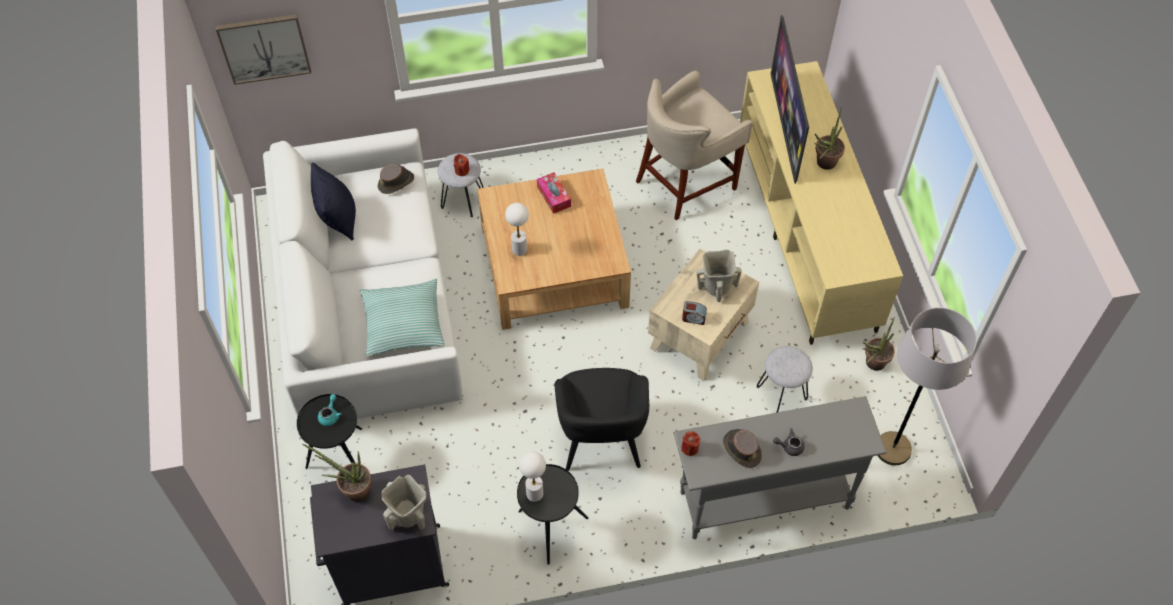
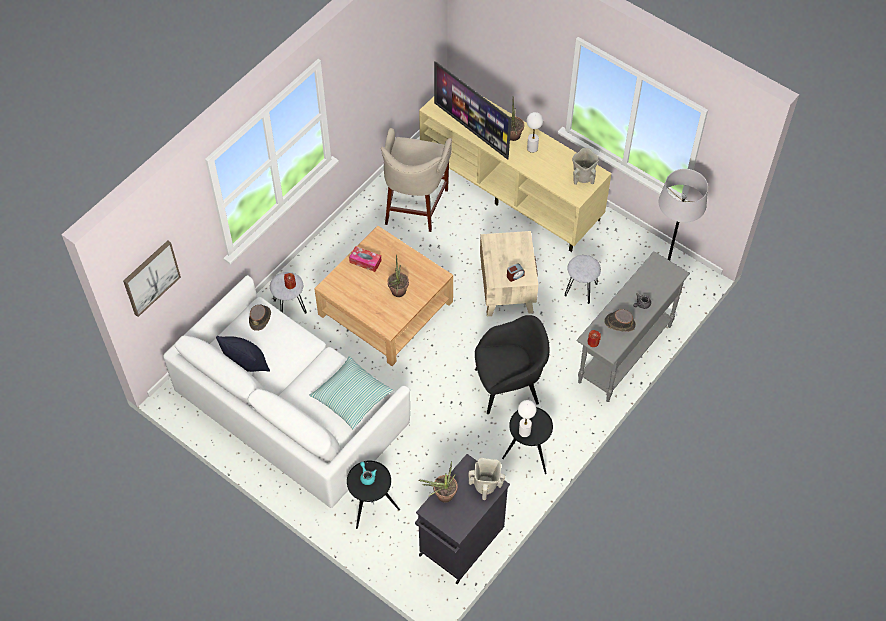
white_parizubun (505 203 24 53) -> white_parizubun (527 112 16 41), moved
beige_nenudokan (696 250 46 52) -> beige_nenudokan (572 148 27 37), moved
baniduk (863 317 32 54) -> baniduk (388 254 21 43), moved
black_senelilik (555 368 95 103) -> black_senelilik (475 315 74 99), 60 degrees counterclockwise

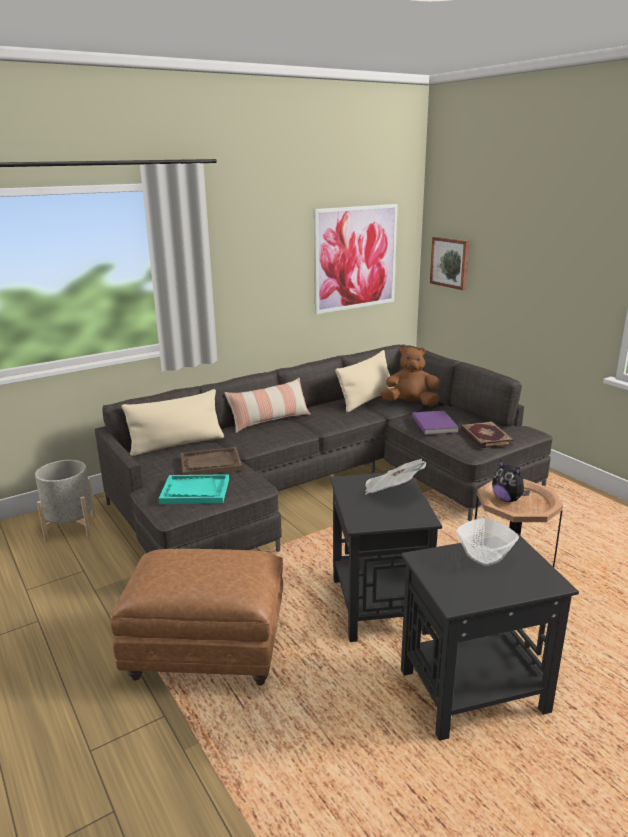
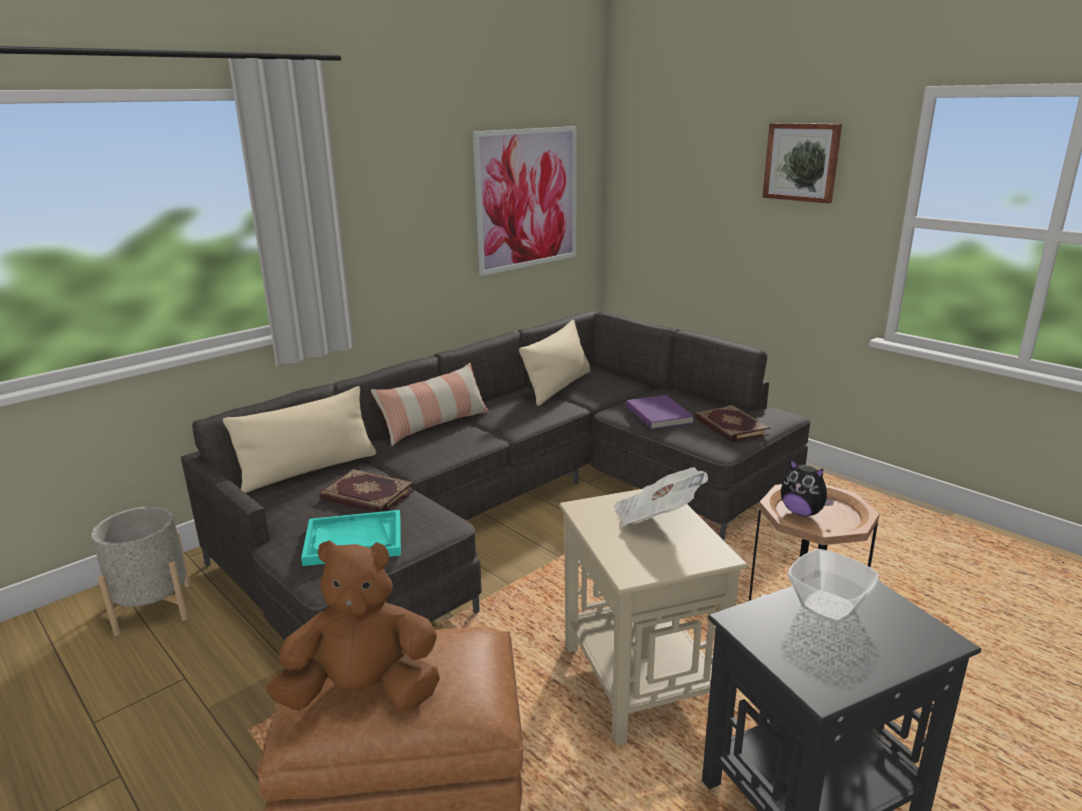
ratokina (430 237 40 53) -> ratokina (763 123 79 80), moved
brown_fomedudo (381 346 59 60) -> brown_fomedudo (266 540 174 171), moved
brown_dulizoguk (180 447 62 28) -> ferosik (320 469 94 43)
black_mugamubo (330 473 112 169) -> beige_mugamubo (559 489 188 256)

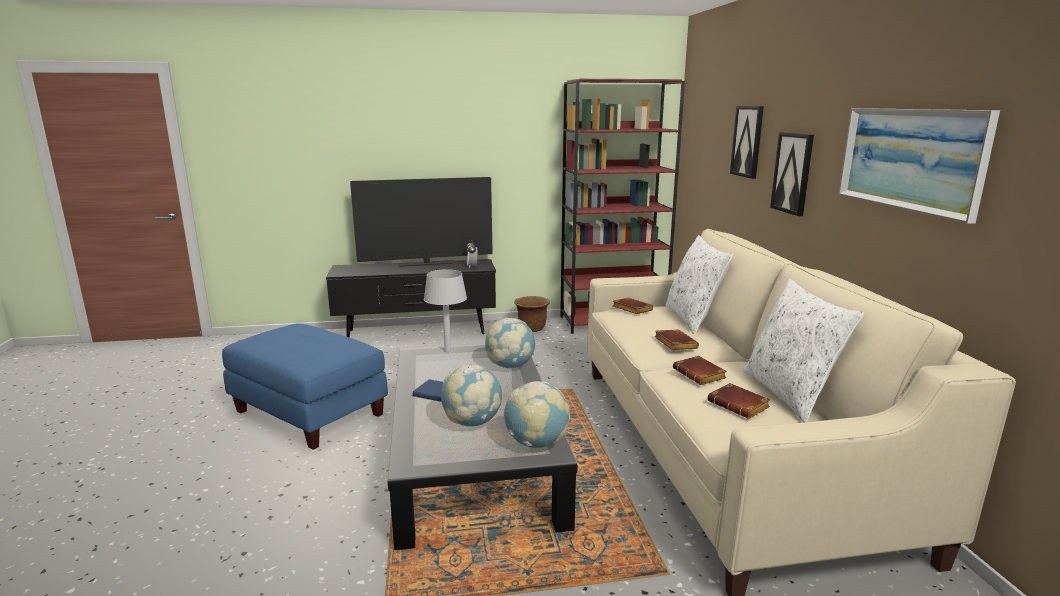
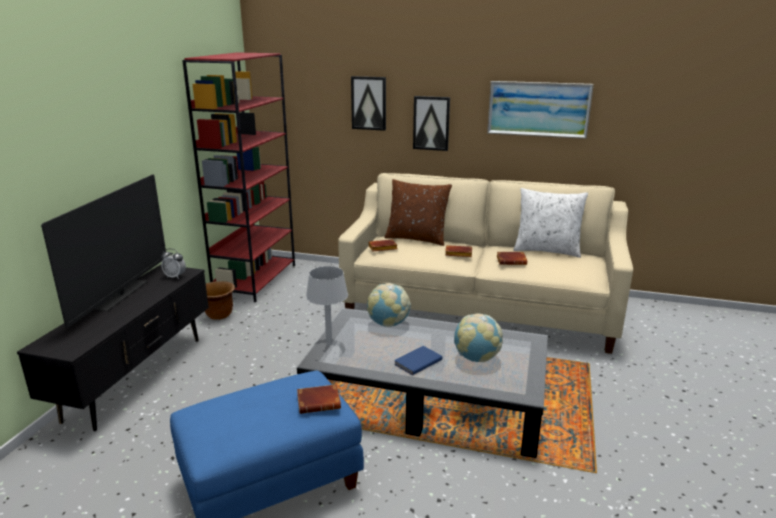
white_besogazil (665 235 68 99) -> brown_besogazil (385 179 67 67)
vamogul (504 381 66 67) -> none
brown_ferosik (708 383 63 36) -> brown_ferosik (297 384 44 30), moved

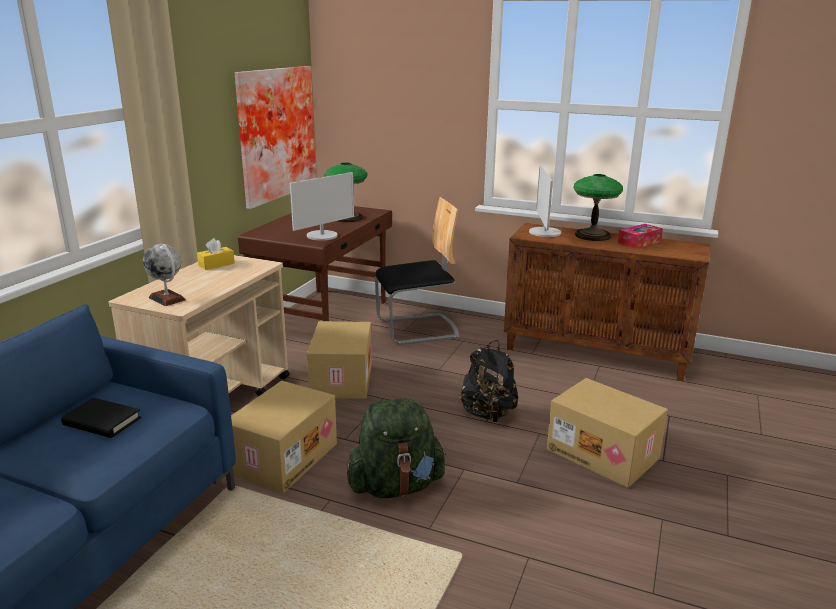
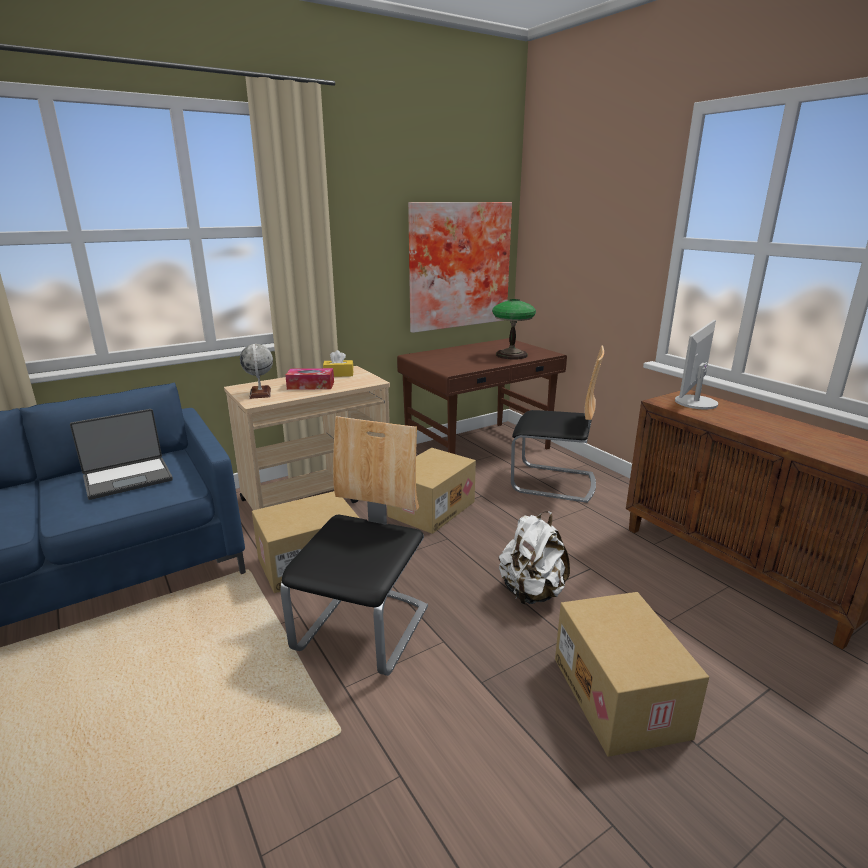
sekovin (290 172 64 69) -> none
parizubun (574 174 49 67) -> none
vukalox (617 224 46 25) -> vukalox (285 368 49 22), moved
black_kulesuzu (458 340 60 82) -> white_kulesuzu (499 511 71 94)
black_ferosik (61 398 80 40) -> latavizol (70 409 103 91)
green_kulesuzu (347 398 99 100) -> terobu (281 416 147 260)

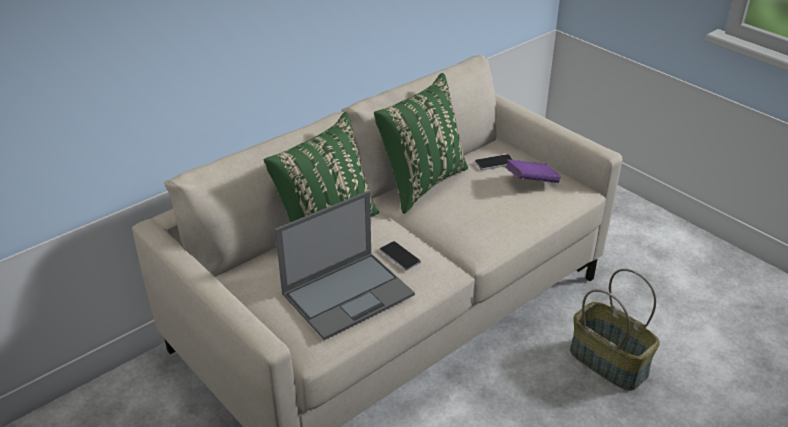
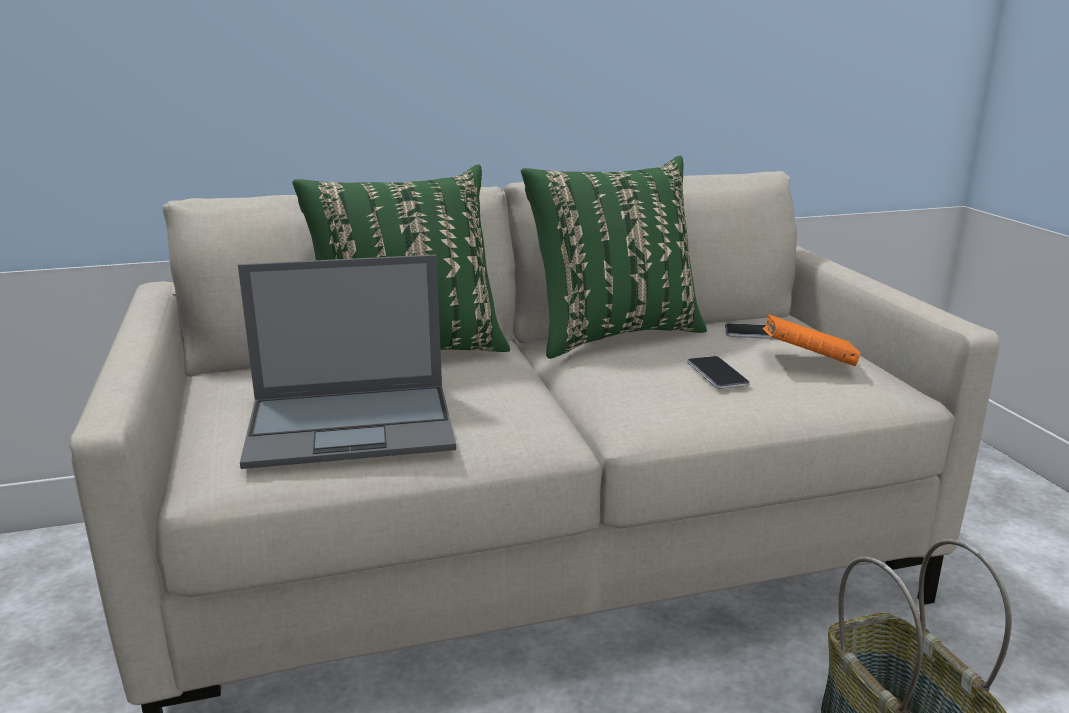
purple_ferosik (505 159 55 24) -> orange_ferosik (763 314 97 52)
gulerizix (379 241 42 30) -> gulerizix (687 356 63 33), moved

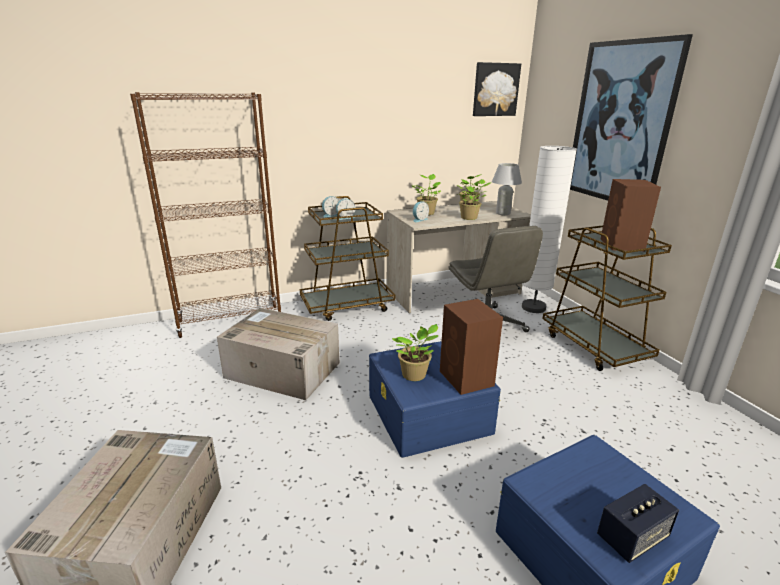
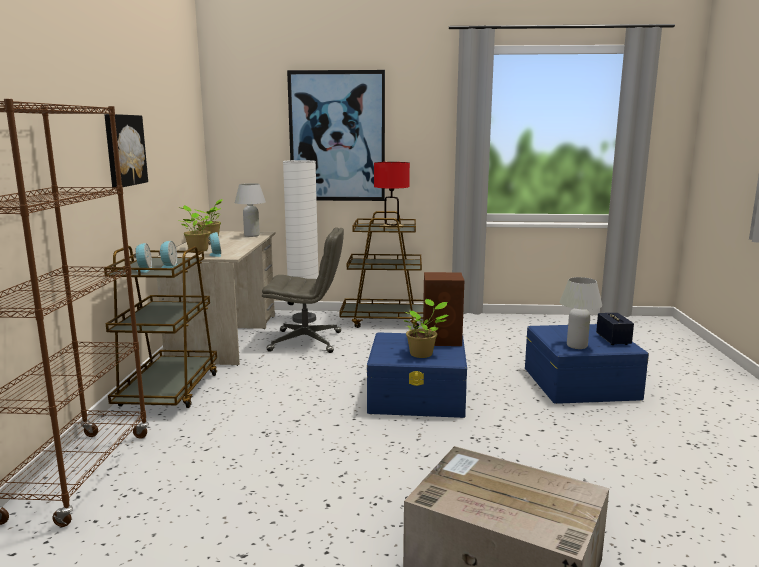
ratokina (473 62 48 54) -> ratokina (104 114 44 73), moved
baniduk (458 179 34 41) -> none
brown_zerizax (601 179 60 72) -> red_parizubun (374 162 36 67)
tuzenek (217 308 122 92) -> none
none -> white_parizubun (559 277 43 72)

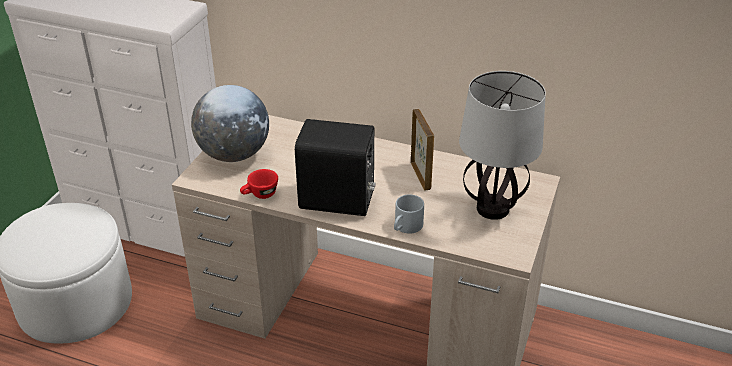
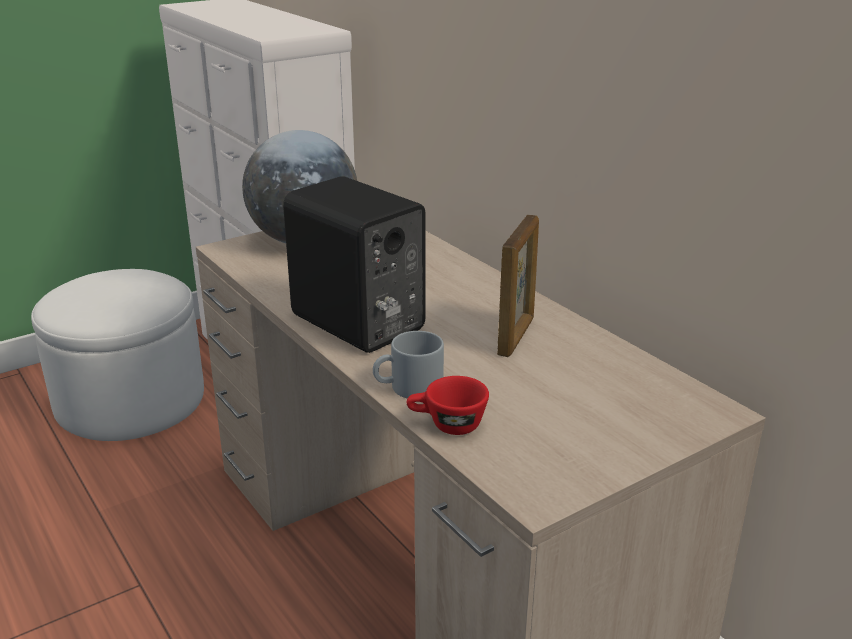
parizubun (459 71 87 149) -> none
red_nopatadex (240 169 38 30) -> red_nopatadex (407 376 82 59), moved

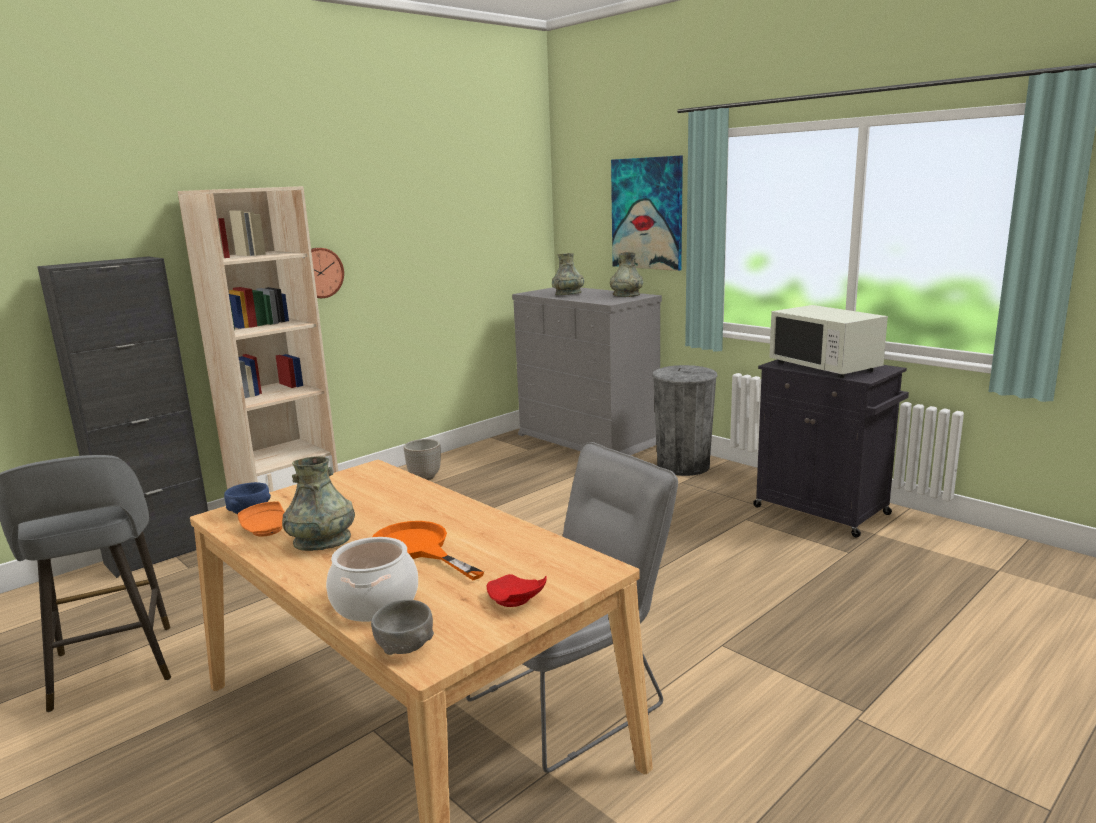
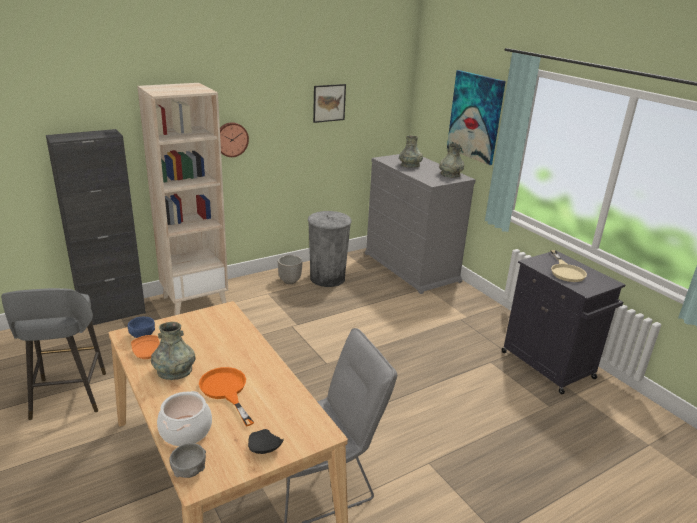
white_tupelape (769 305 119 73) -> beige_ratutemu (551 250 36 32)
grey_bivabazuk (652 365 66 111) -> grey_bivabazuk (308 211 43 76), moved
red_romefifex (487 574 60 33) -> black_romefifex (248 429 36 25)
none -> ratokina (313 84 33 39)

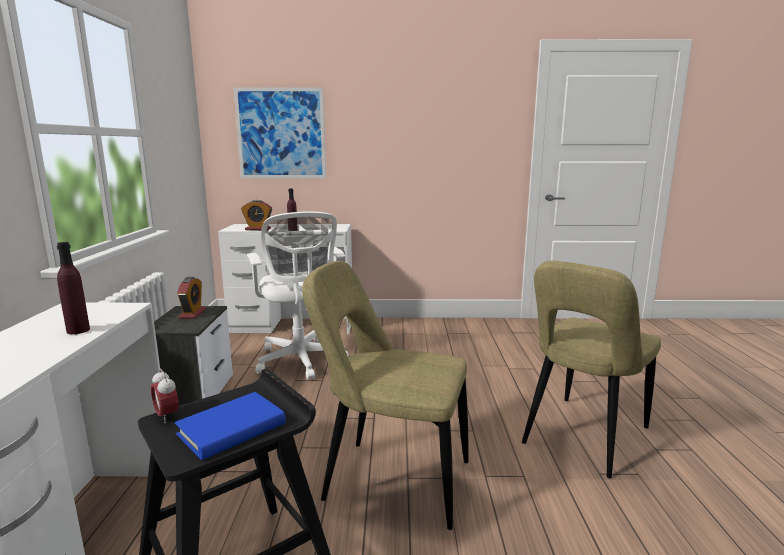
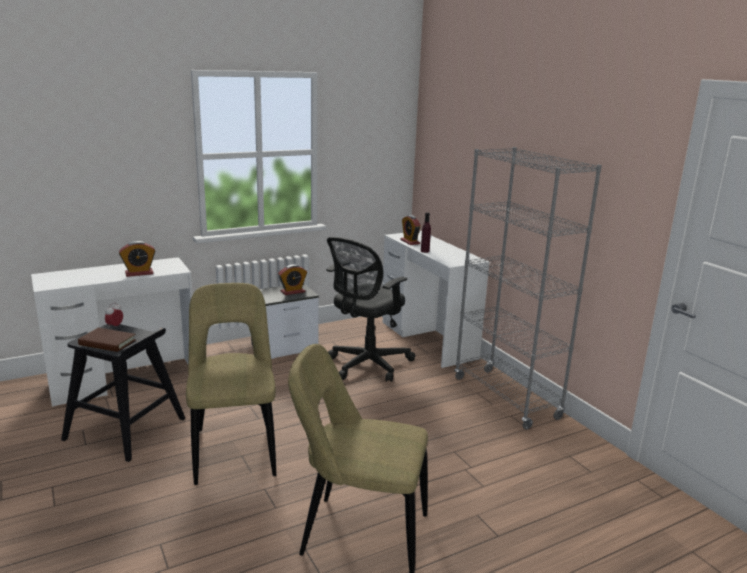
ratokina (234 87 92 91) -> none
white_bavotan (247 211 102 169) -> black_bavotan (326 237 90 145)
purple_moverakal (57 242 33 92) -> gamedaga (119 241 36 36)
blue_ferosik (175 392 111 68) -> brown_ferosik (78 328 58 24)
none -> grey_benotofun (455 147 147 283)

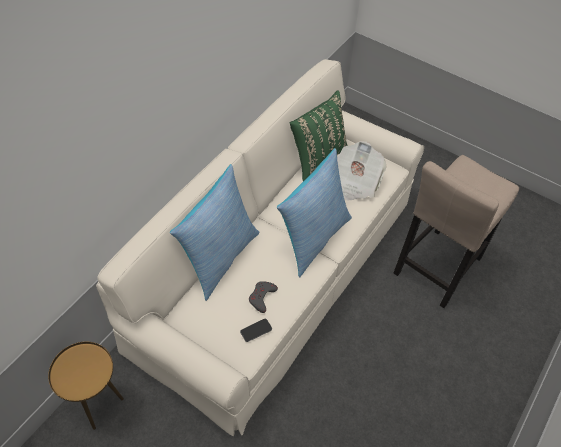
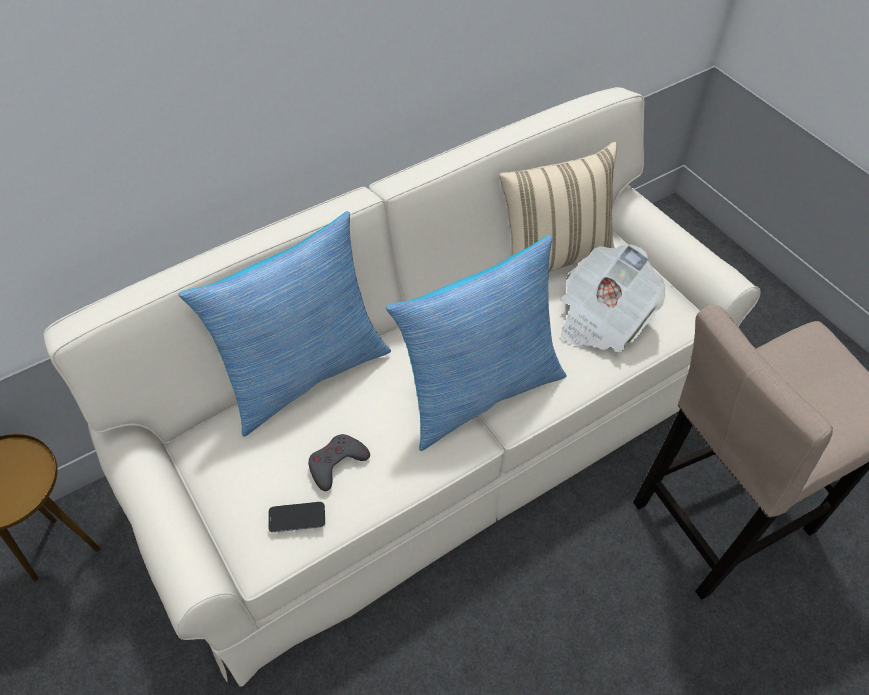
green_besogazil (290 90 58 91) -> beige_besogazil (499 142 118 130)

